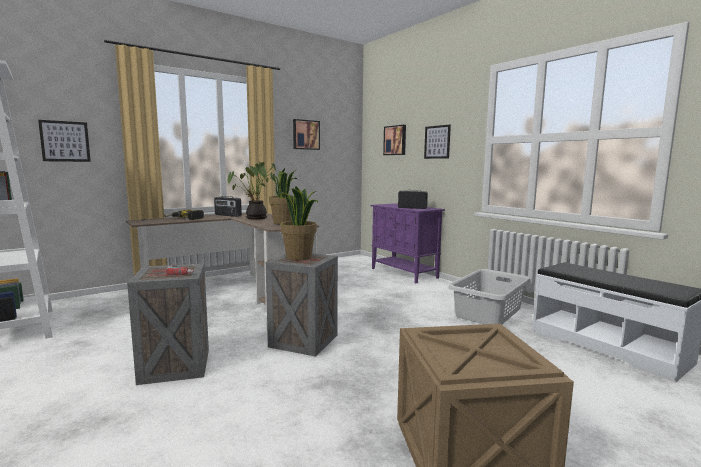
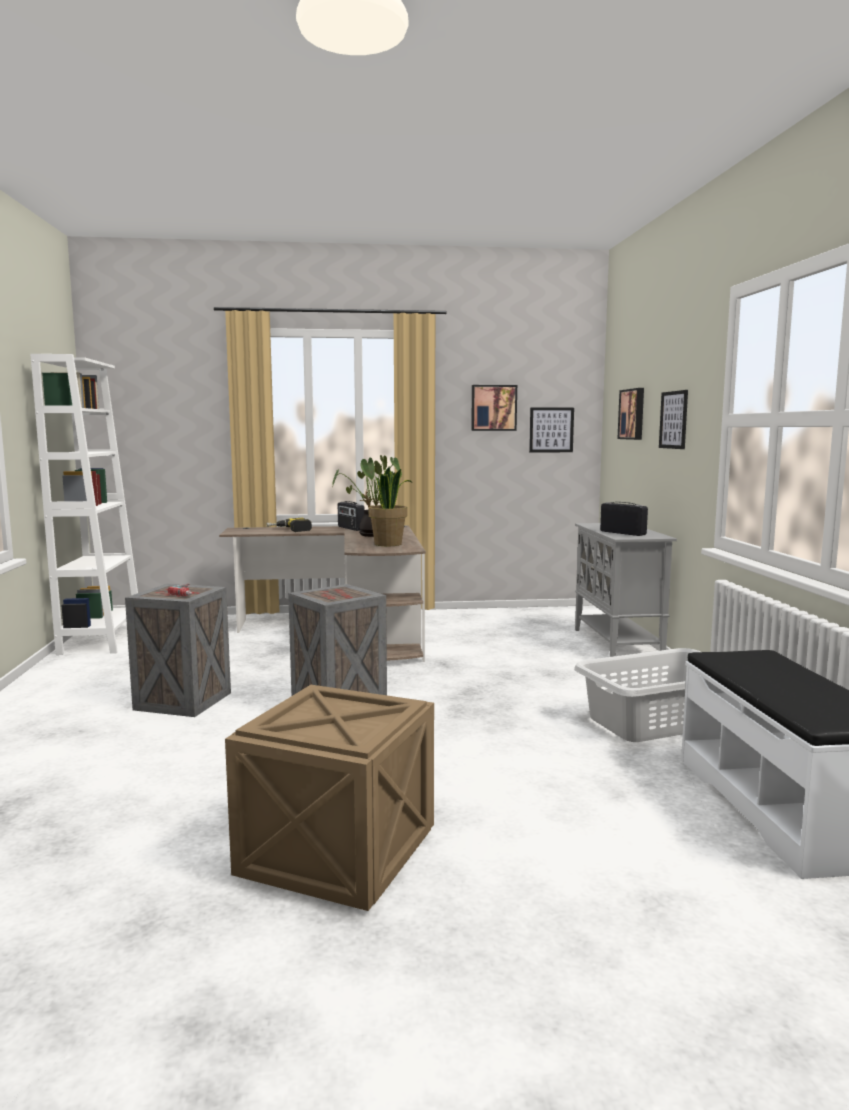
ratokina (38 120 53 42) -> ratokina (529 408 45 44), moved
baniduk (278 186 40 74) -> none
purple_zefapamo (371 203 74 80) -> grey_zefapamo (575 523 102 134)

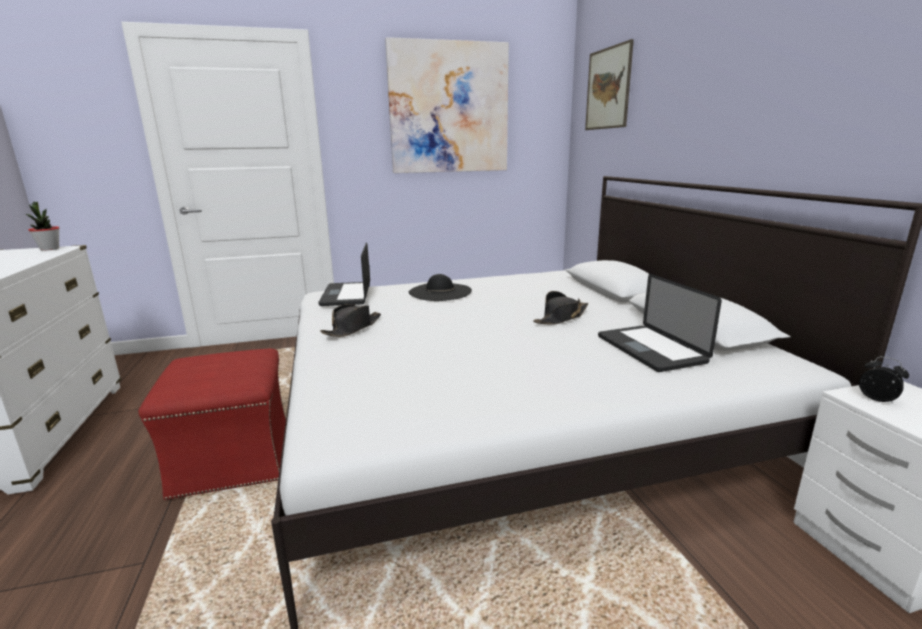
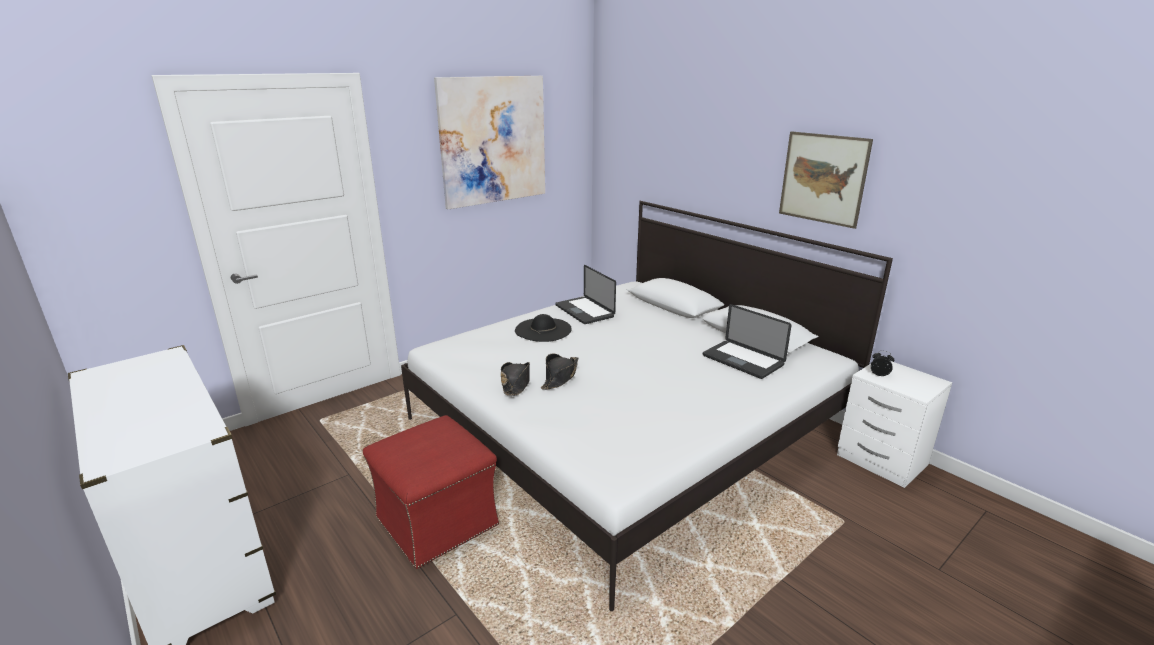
ratokina (585 39 49 91) -> ratokina (779 131 94 98), moved
baniduk (26 201 33 49) -> none
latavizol (318 242 52 64) -> latavizol (555 265 61 59), moved
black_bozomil (533 291 55 34) -> black_bozomil (541 353 37 37), moved

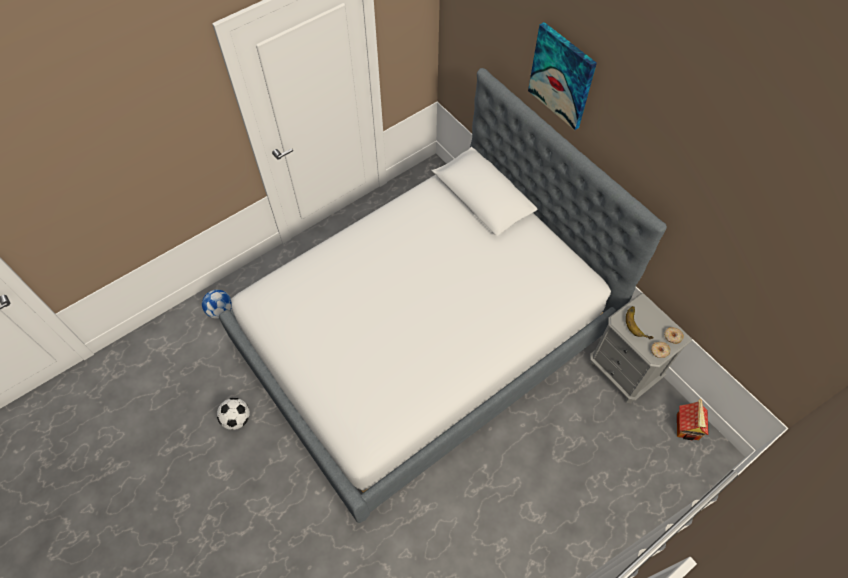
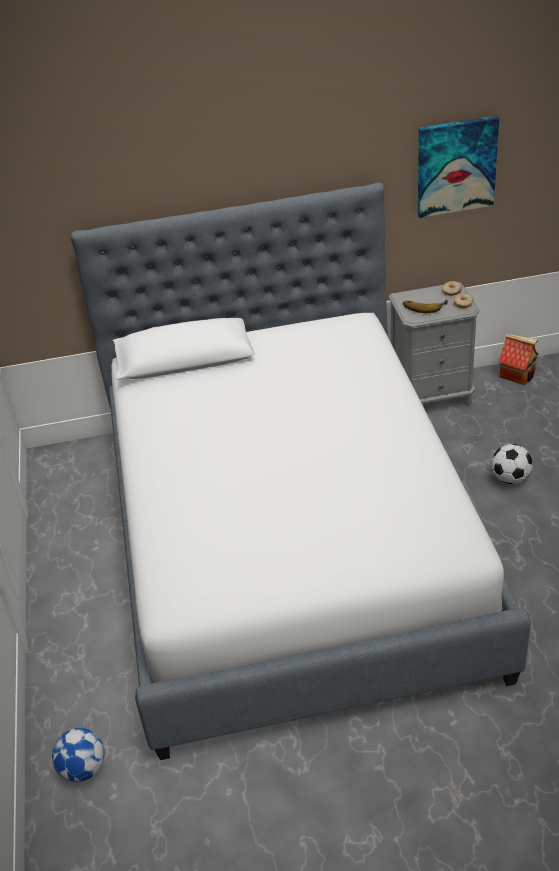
ratokina (528 22 69 108) -> ratokina (418 116 81 102), moved
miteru (217 398 33 32) -> miteru (492 444 41 40), moved

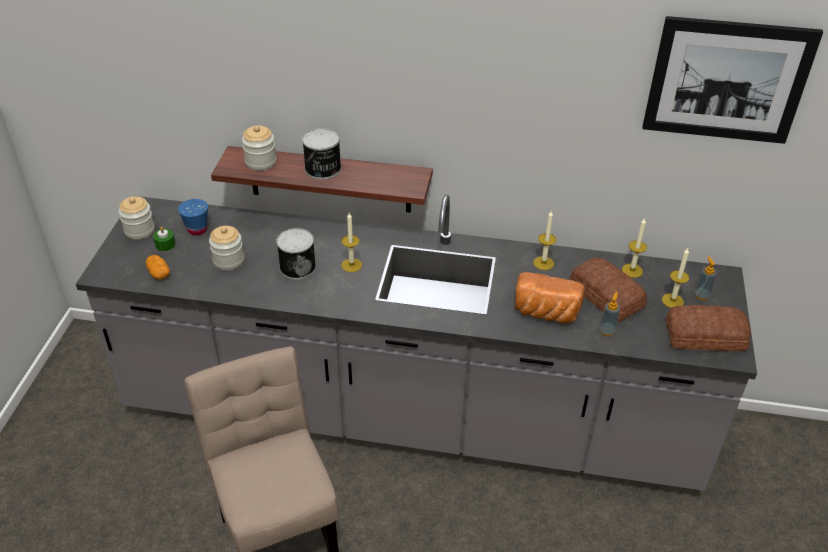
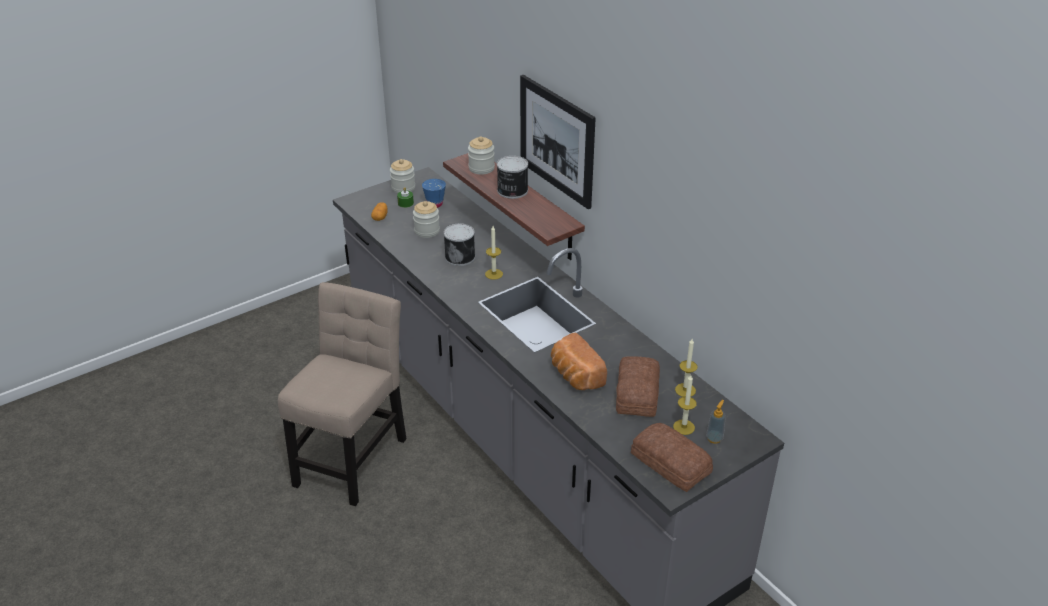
ratokina (642 16 181 128) -> ratokina (520 75 76 134), moved
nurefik (533 210 23 60) -> none
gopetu (599 292 21 44) -> none

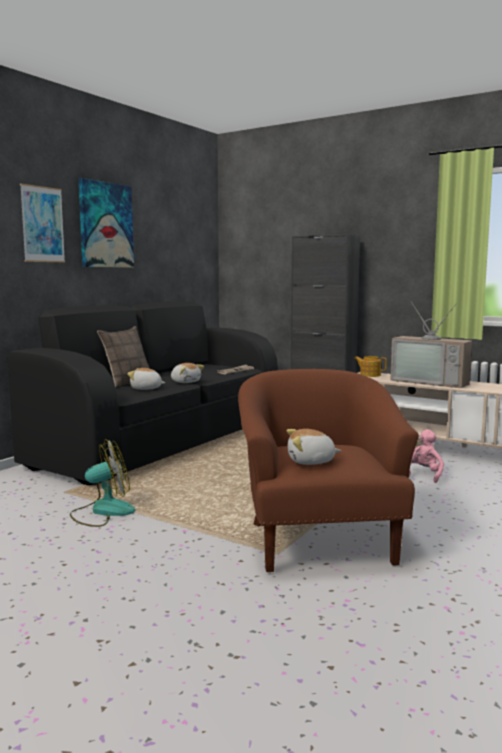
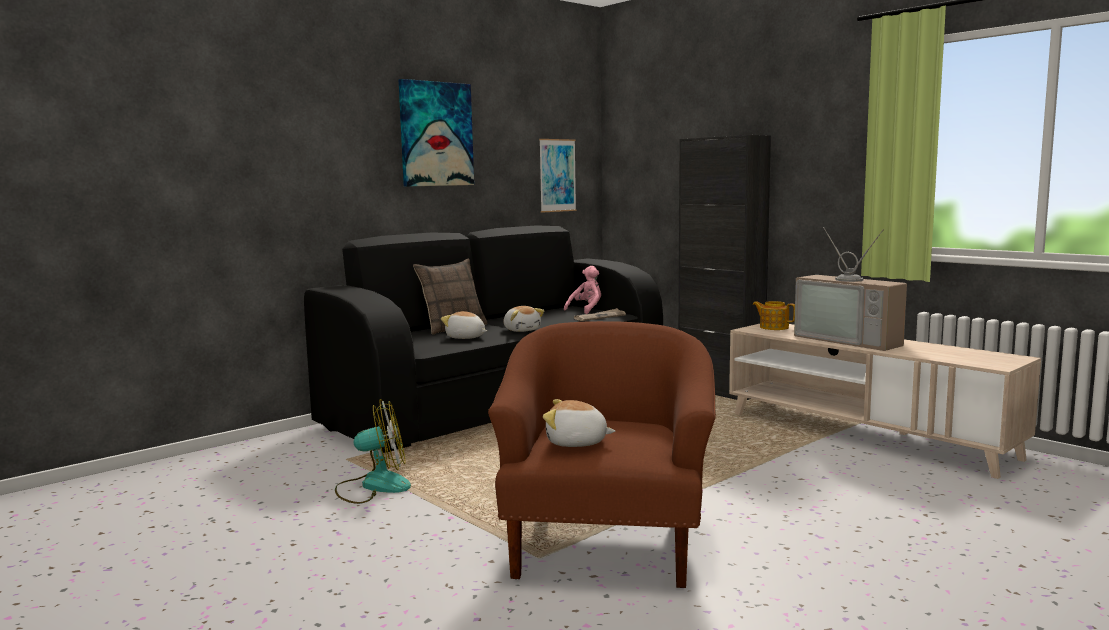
ratokina (20 183 45 79) -> ratokina (539 139 37 74), moved
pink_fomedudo (409 429 35 54) -> pink_fomedudo (564 266 37 48), moved

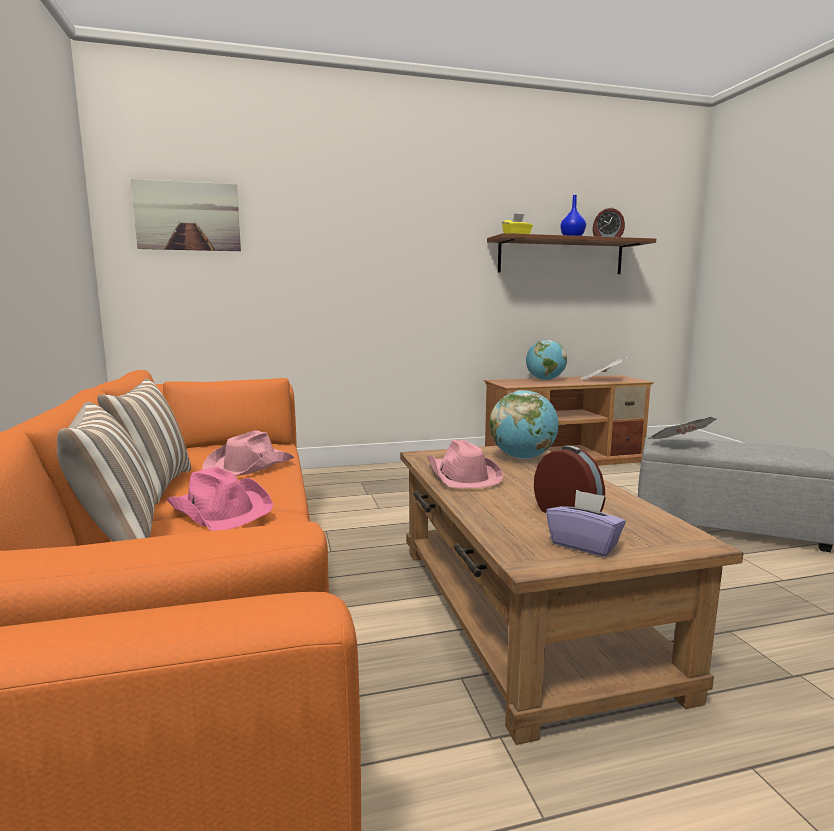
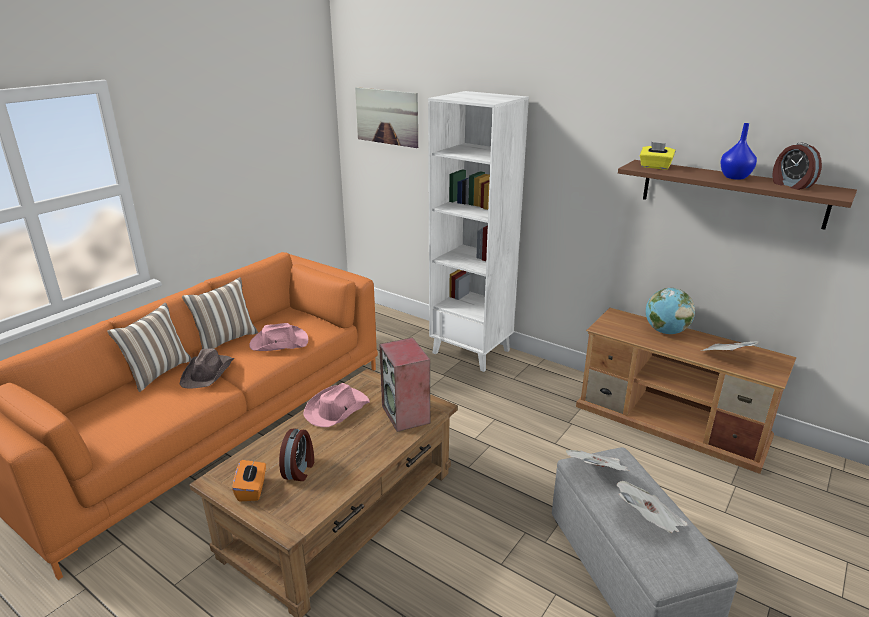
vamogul (490 390 69 69) -> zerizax (379 337 51 95)
pink_bozomil (167 467 106 64) -> brown_bozomil (180 349 55 40)
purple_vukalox (546 490 80 67) -> orange_vukalox (232 459 34 43)
none -> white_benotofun (428 91 101 281)
none -> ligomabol (617 481 71 52)

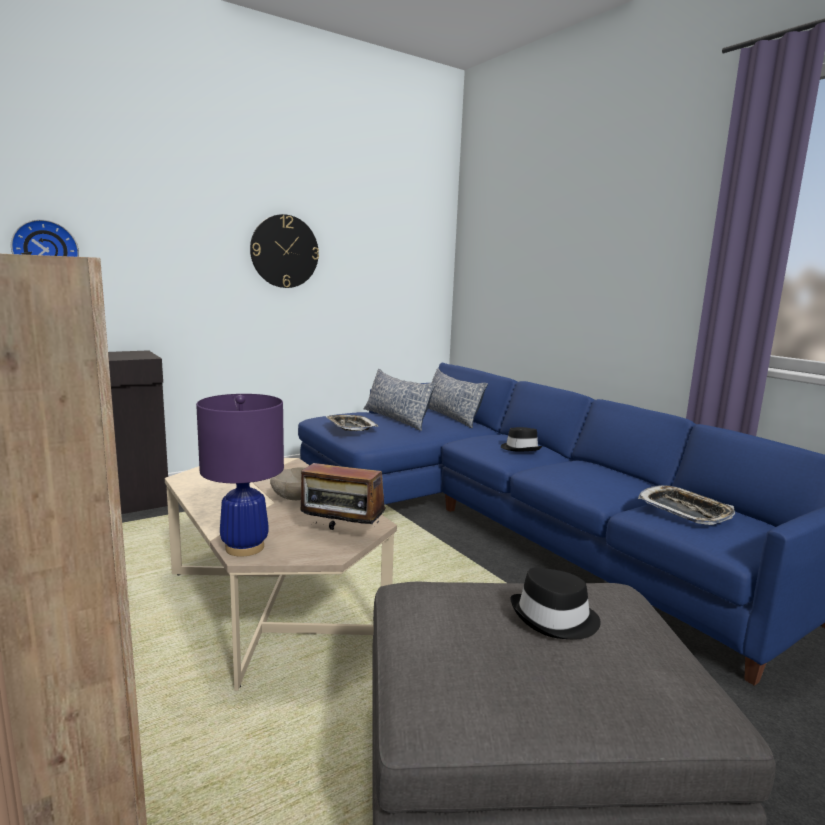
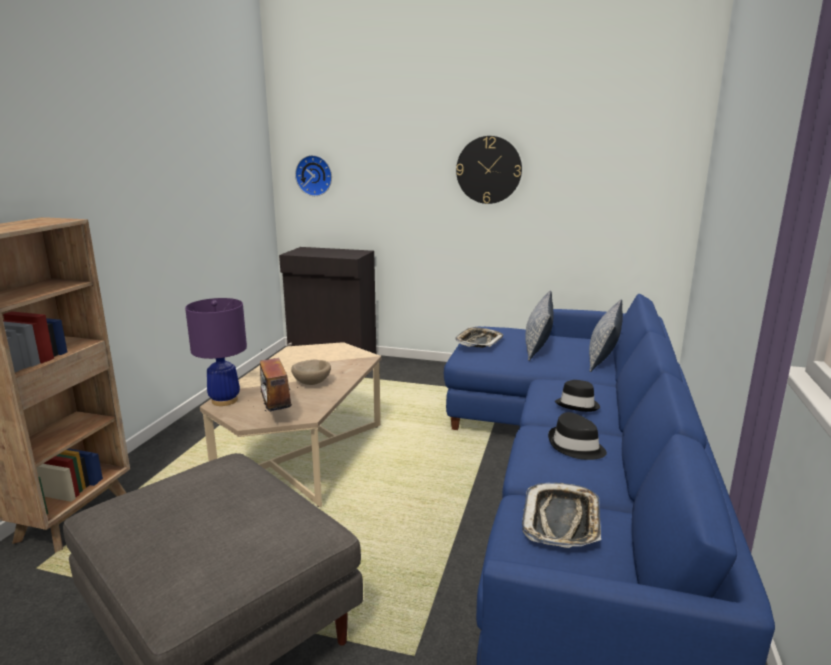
black_bozomil (510 568 91 71) -> black_bozomil (548 412 59 48), moved

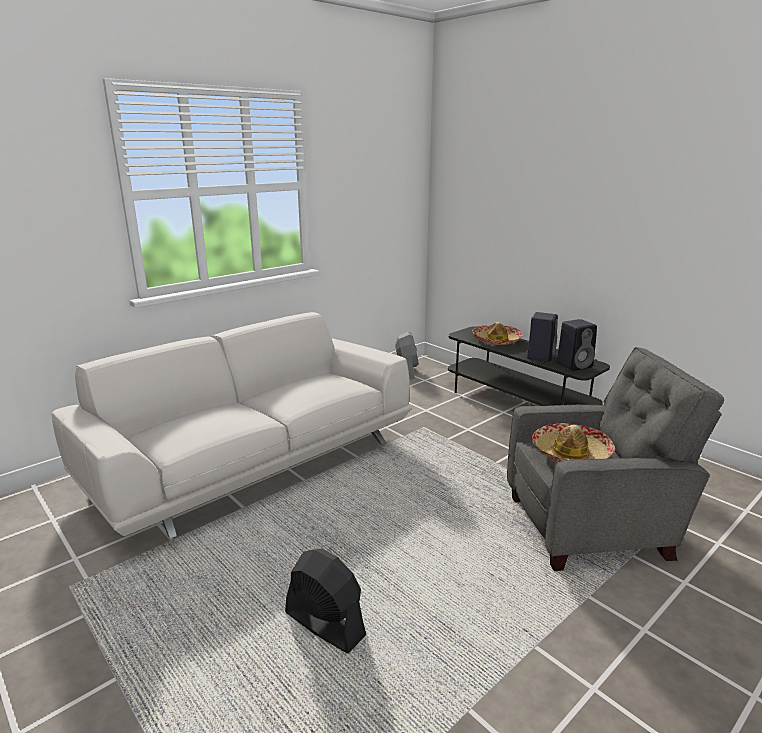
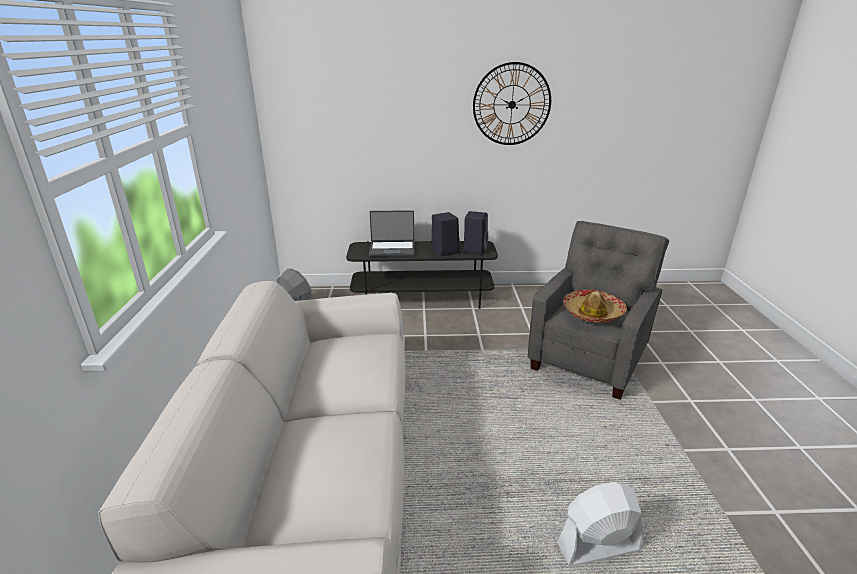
bozomil (472 322 51 23) -> latavizol (369 210 46 47)
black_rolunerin (285 548 81 106) -> white_rolunerin (557 482 87 84)
none -> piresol (473 62 78 83)

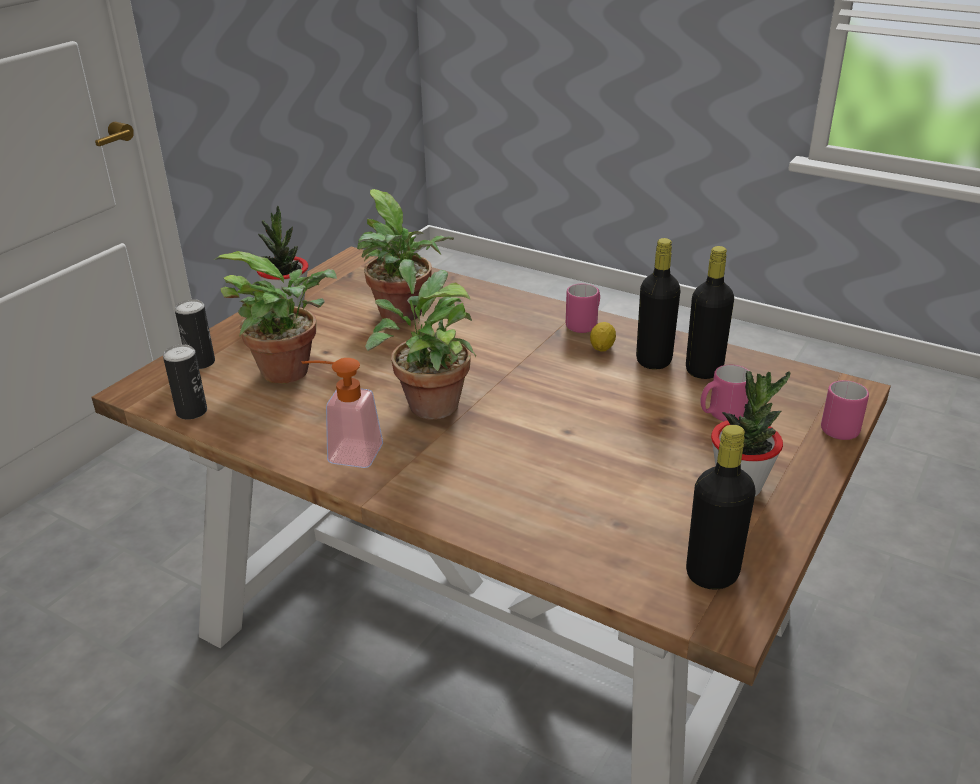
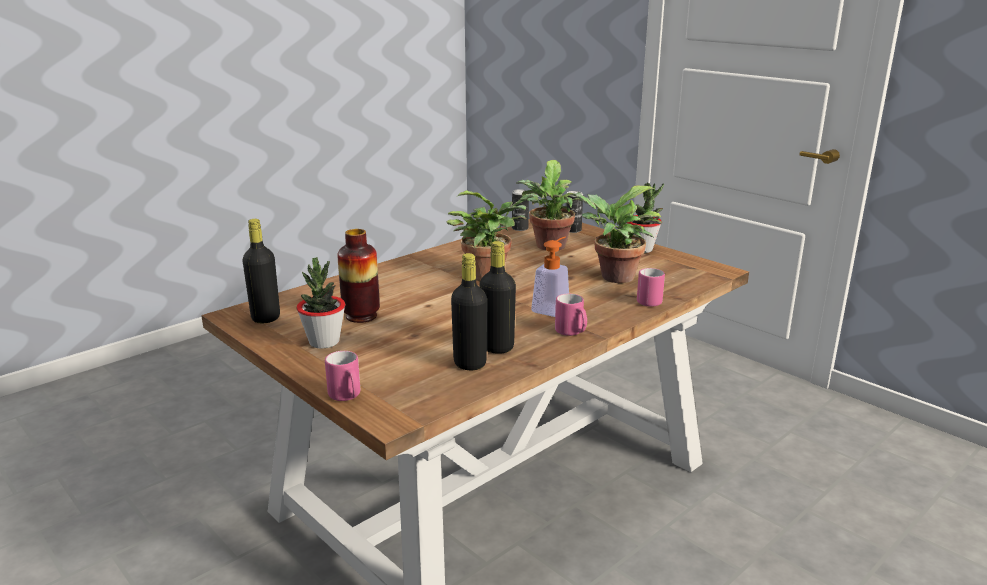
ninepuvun (590 322 26 30) -> none
gopetu (302 358 81 110) -> gopetu (531 237 38 80), moved
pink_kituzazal (701 365 52 56) -> pink_kituzazal (637 268 28 39), moved
none -> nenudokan (337 229 43 94)

